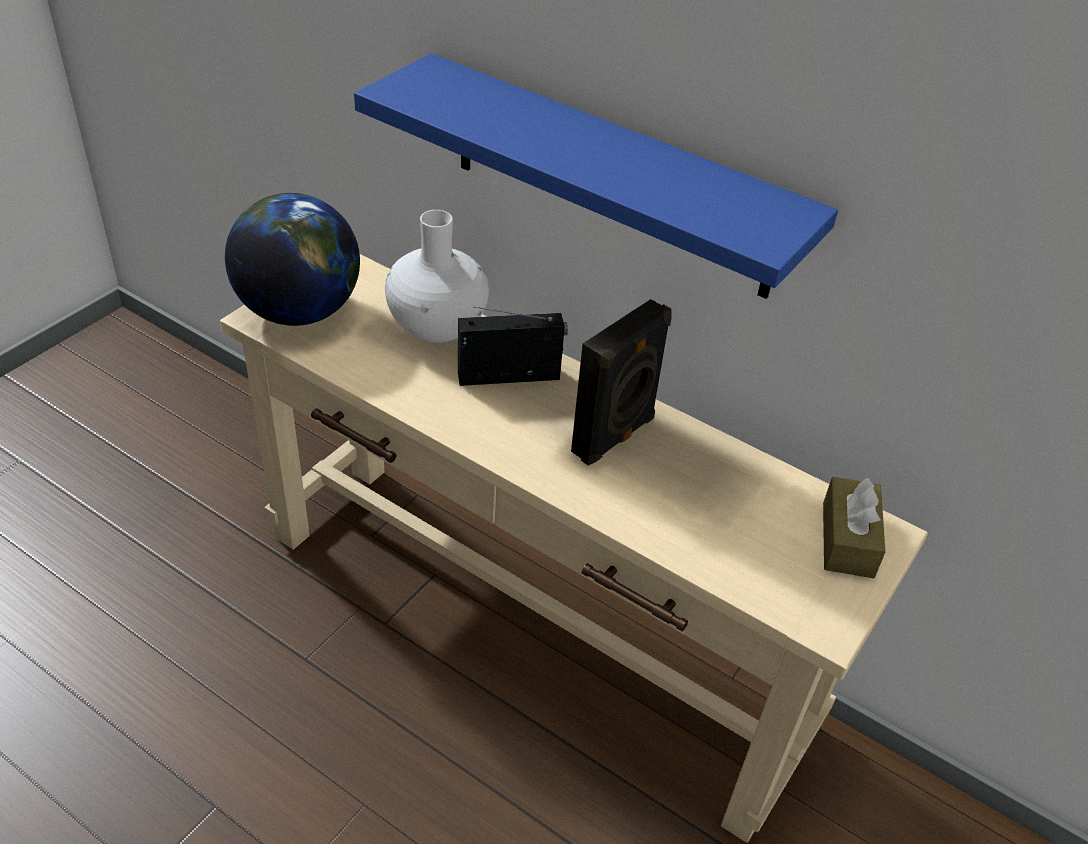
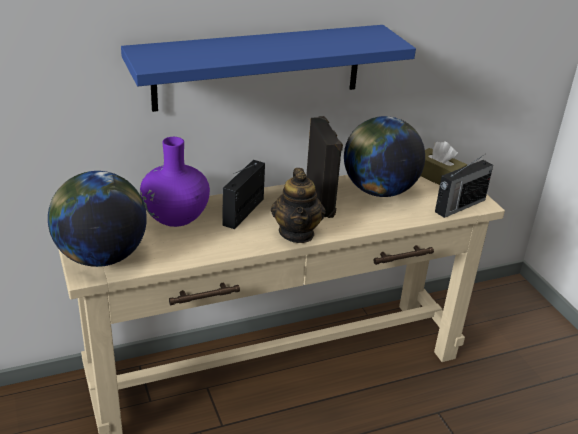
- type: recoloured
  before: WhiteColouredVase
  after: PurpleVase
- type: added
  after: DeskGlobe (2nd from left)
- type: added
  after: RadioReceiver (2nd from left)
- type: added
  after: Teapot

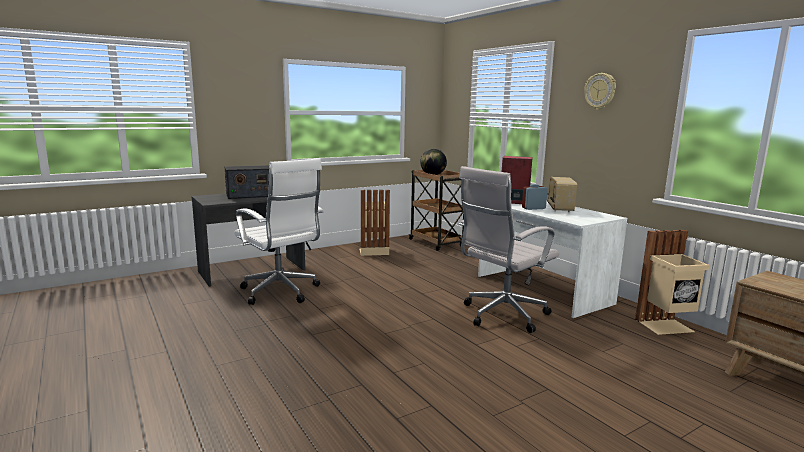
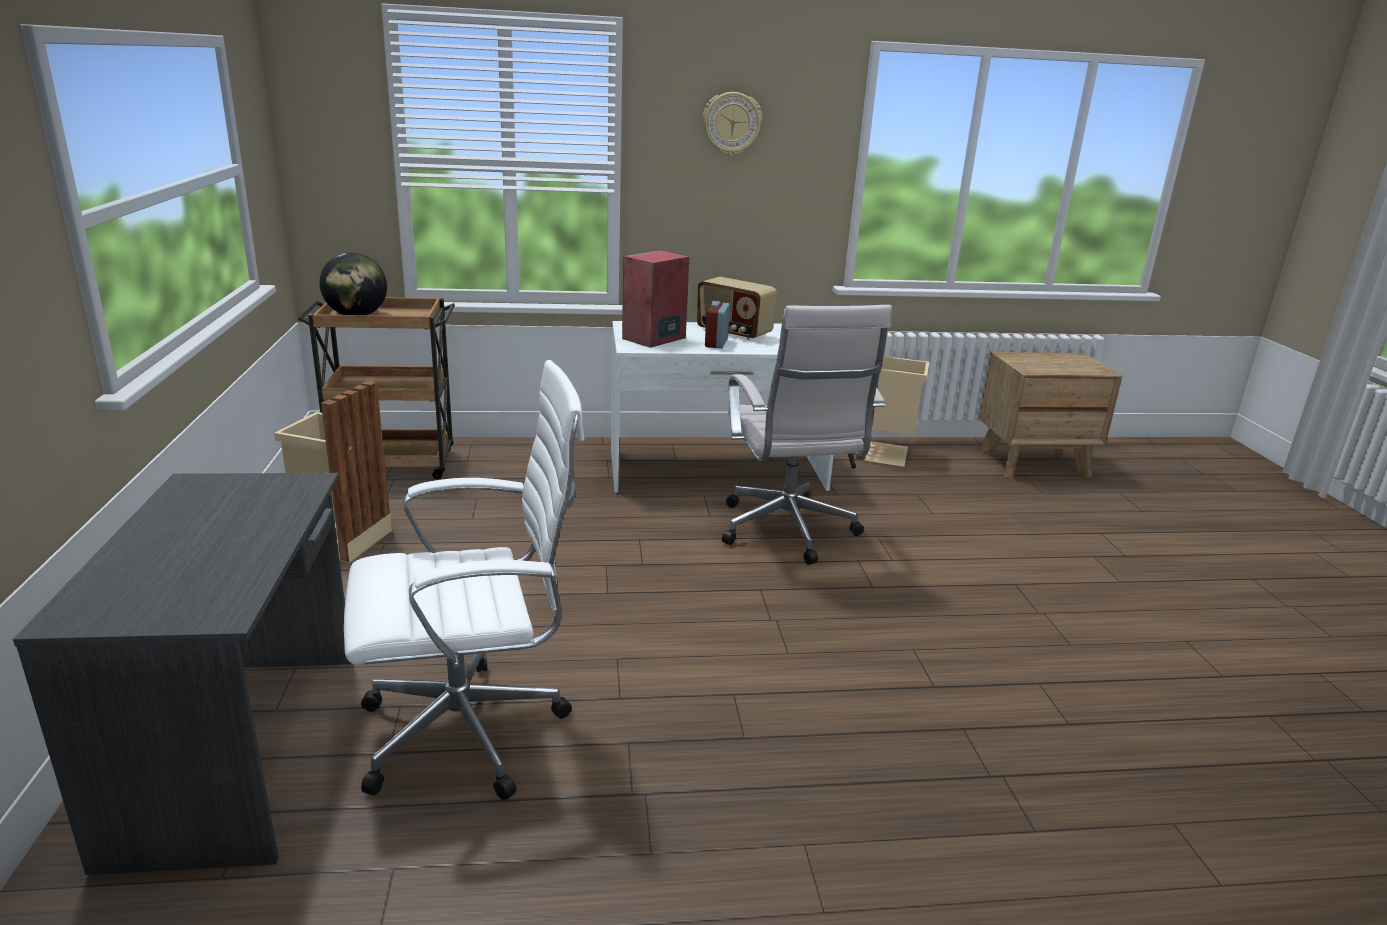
- type: removed
  before: RadioReceiver (1st from left)

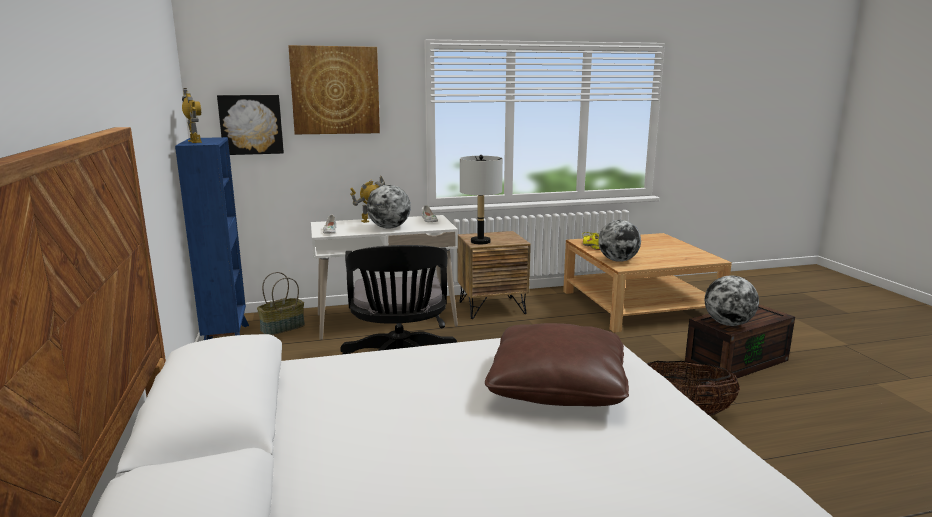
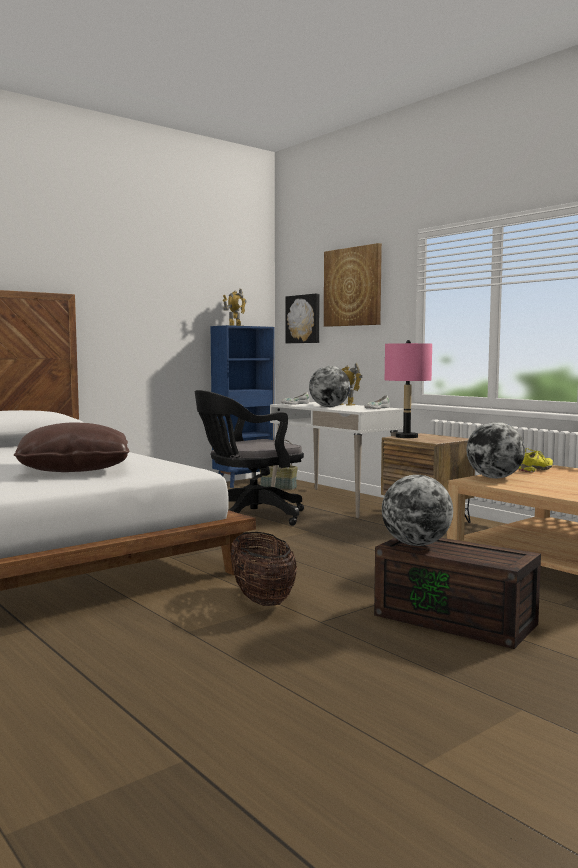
- type: recoloured
  before: GrayTabletopLamp
  after: PinkColouredTabletopLamp

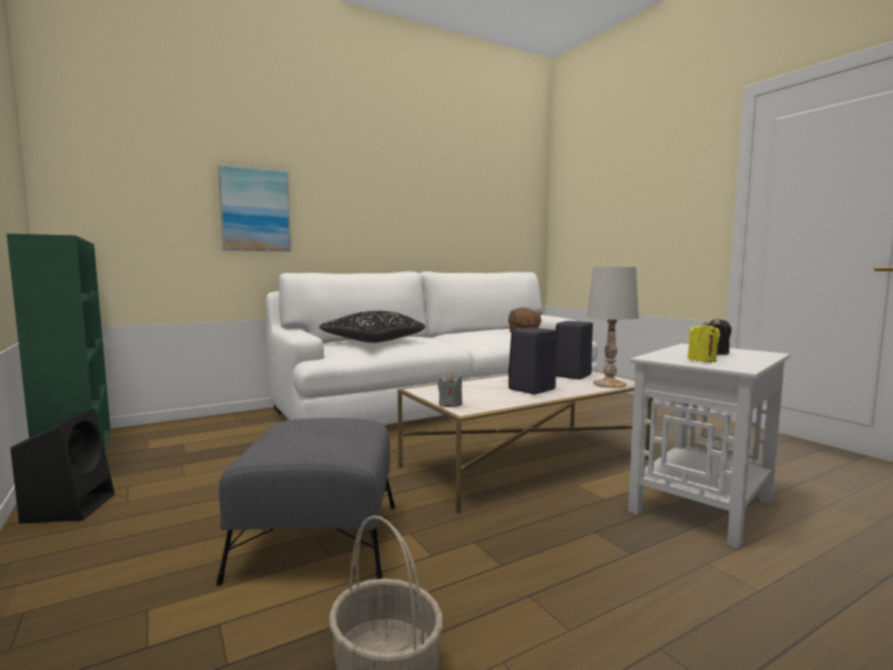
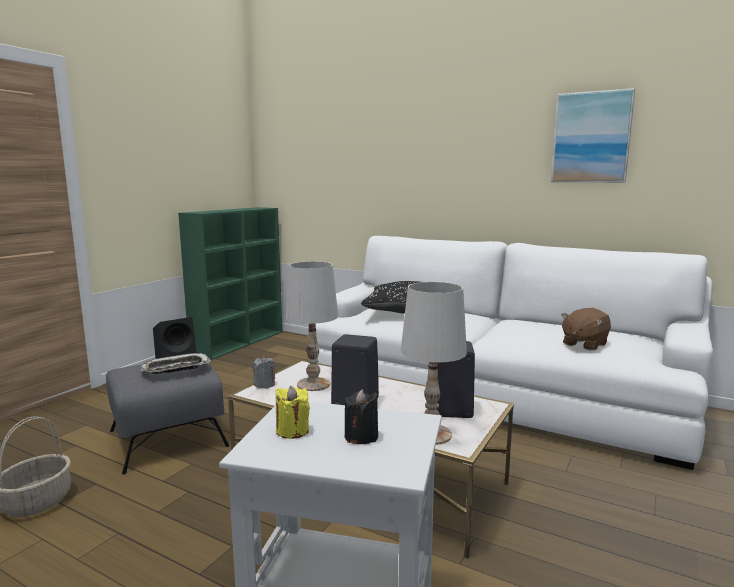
- type: moved
  before: WallPicture
- type: added
  after: WhiteColouredTabletopLamp (1st from left)
- type: added
  after: Tray

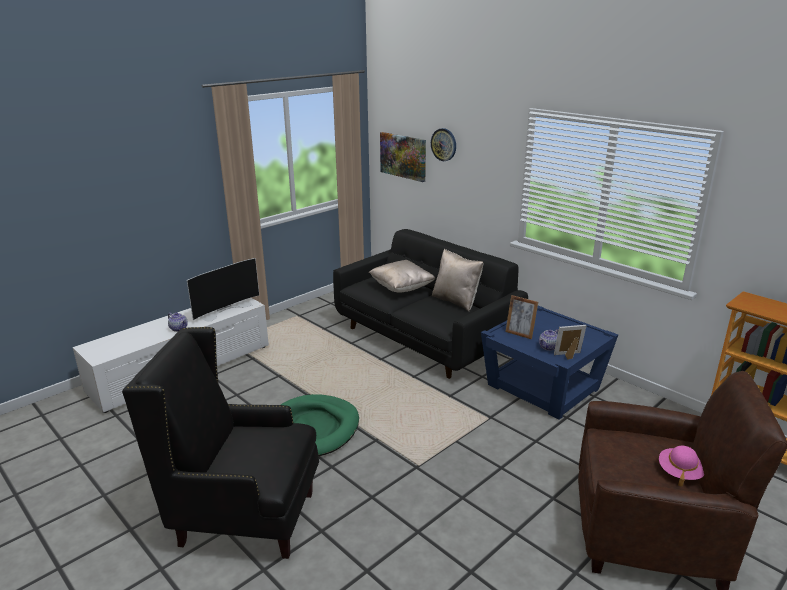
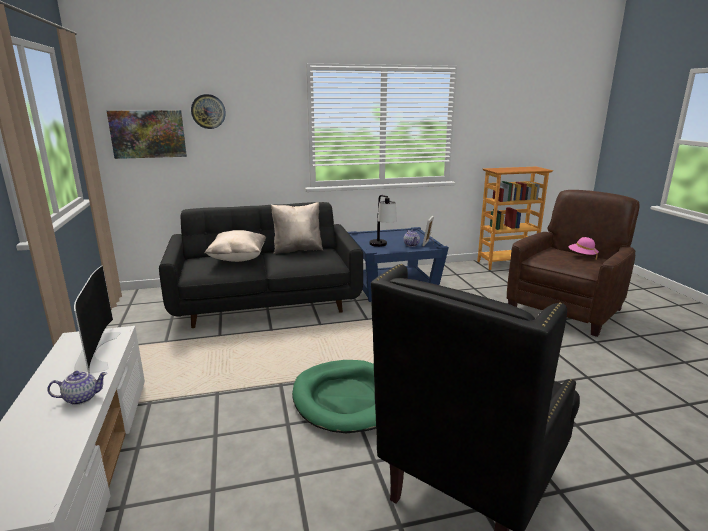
- type: replaced
  before: PhotoFrame (1st from left)
  after: TabletopLamp

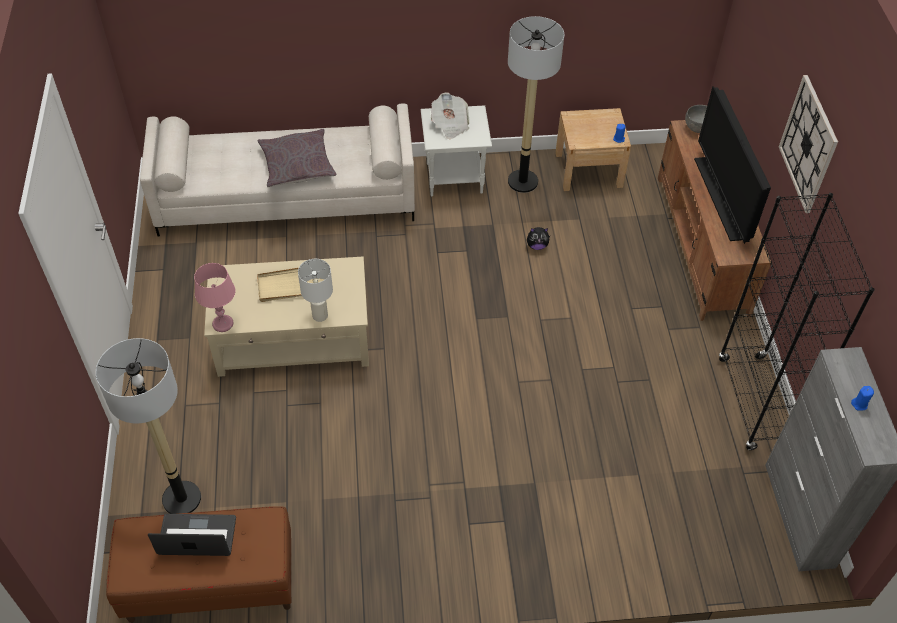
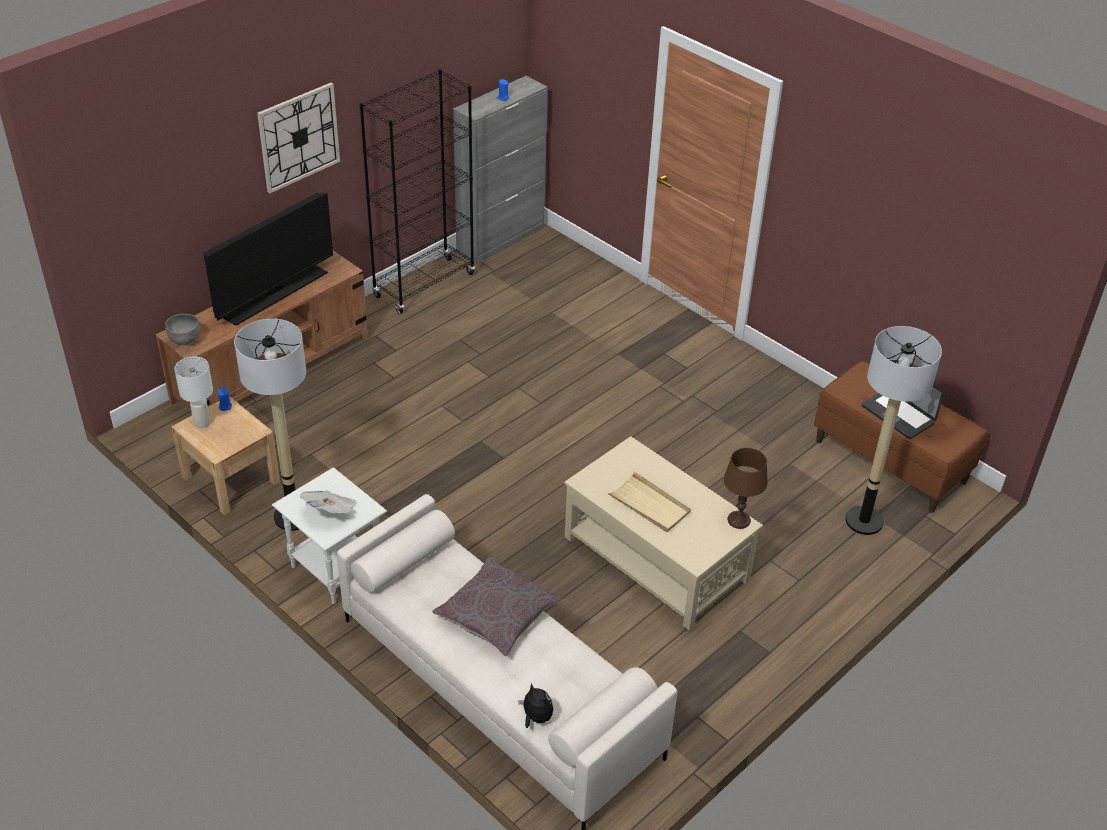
- type: moved
  before: PlushToy
- type: moved
  before: WhiteColouredTabletopLamp
- type: recoloured
  before: PinkColouredTabletopLamp
  after: BrownColouredTabletopLamp

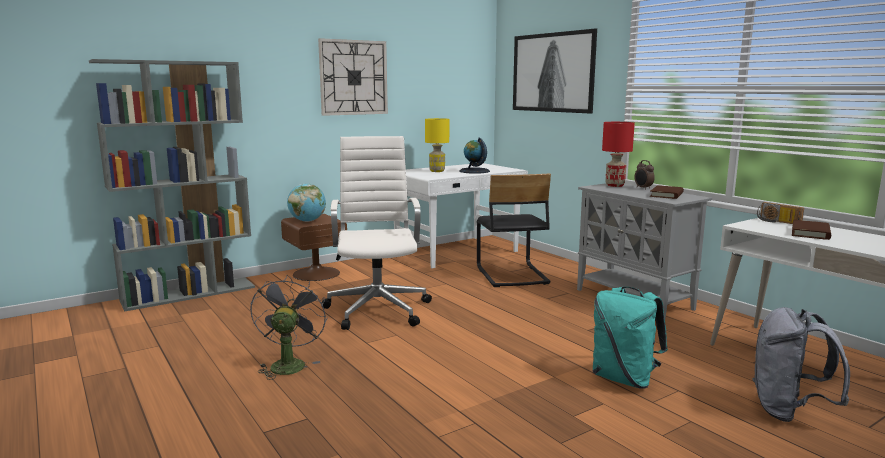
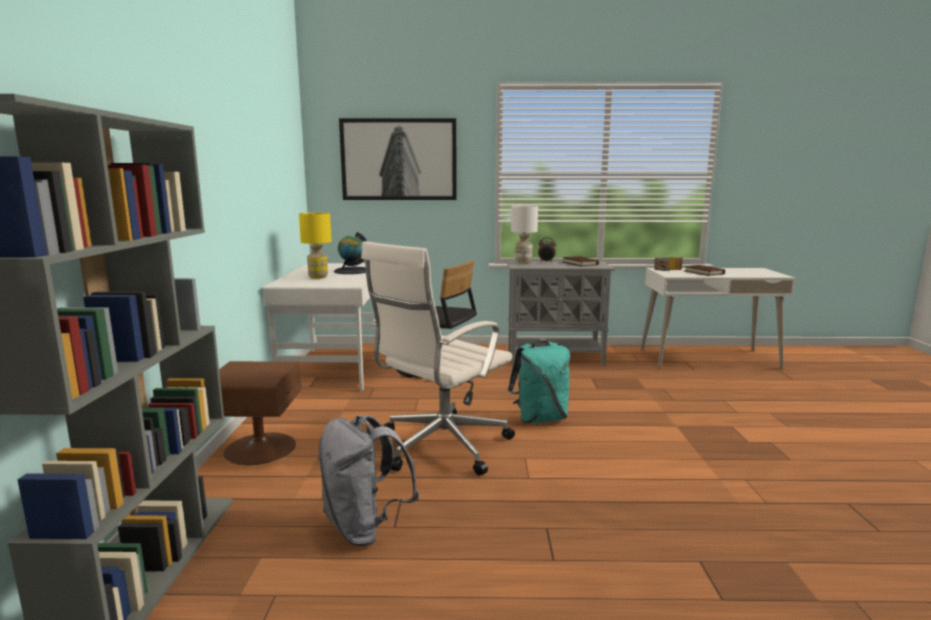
- type: removed
  before: ClockOnTheWall
- type: recoloured
  before: ReddishTabletopLamp
  after: WhiteColouredTabletopLamp
- type: turned
  before: WhiteColouredOfficeChair
  turn: -75
- type: removed
  before: DeskGlobe (1st from left)
- type: removed
  before: GrayElectricFan
- type: moved
  before: TurquoiseBackpack
- type: moved
  before: GrayBackpack

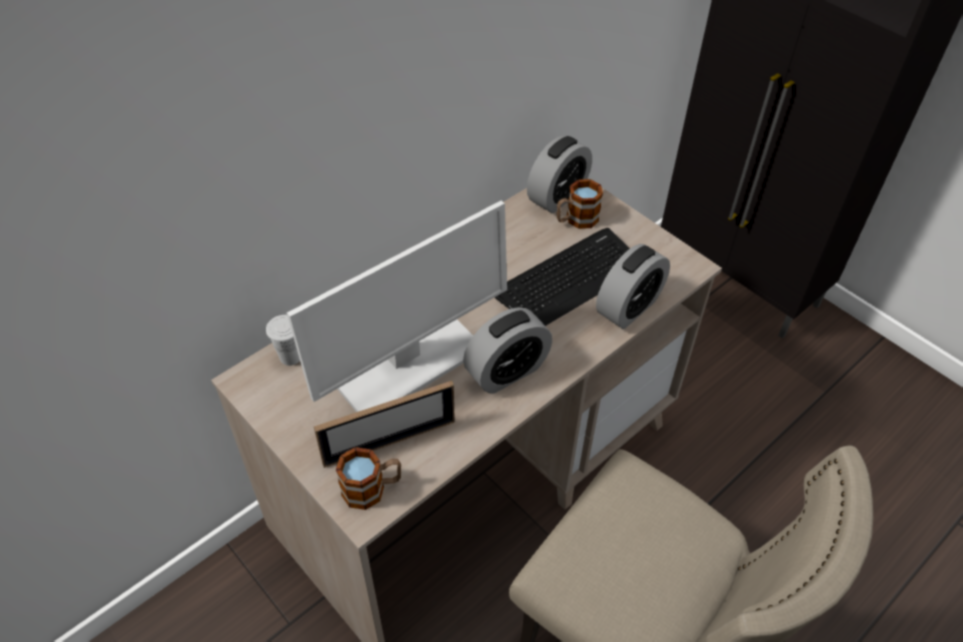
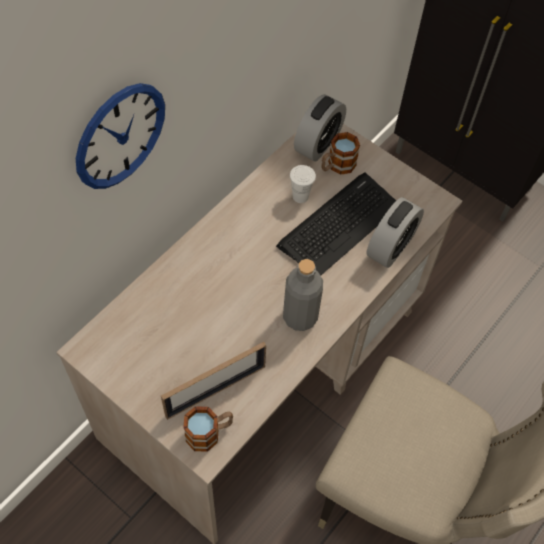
- type: removed
  before: ComputerScreen
- type: replaced
  before: AlarmClock (1st from left)
  after: GrayBottle
- type: moved
  before: WhiteColouredDrinkingCup
- type: added
  after: ClockOnTheWall

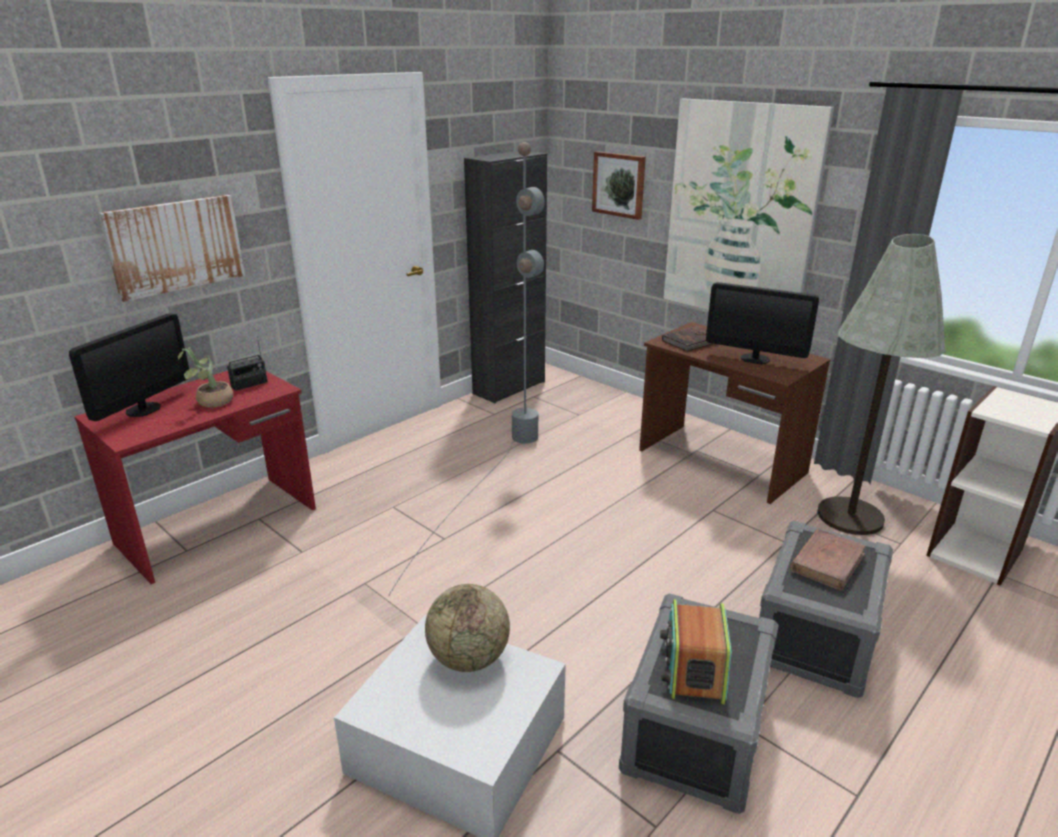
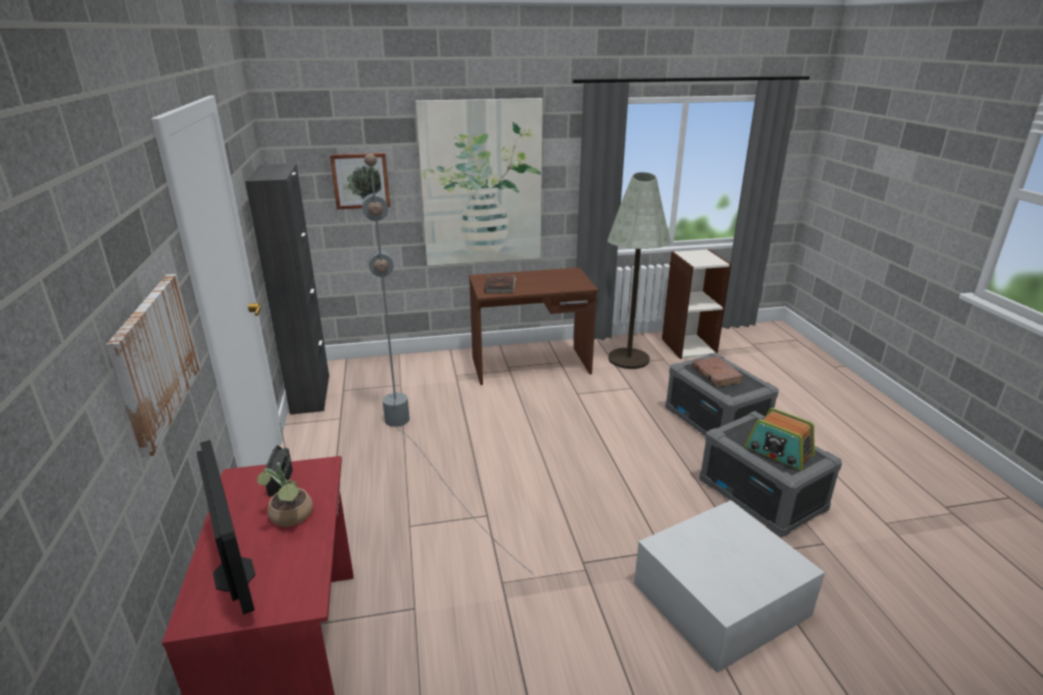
- type: removed
  before: ComputerScreen (2nd from left)
- type: removed
  before: DeskGlobe

